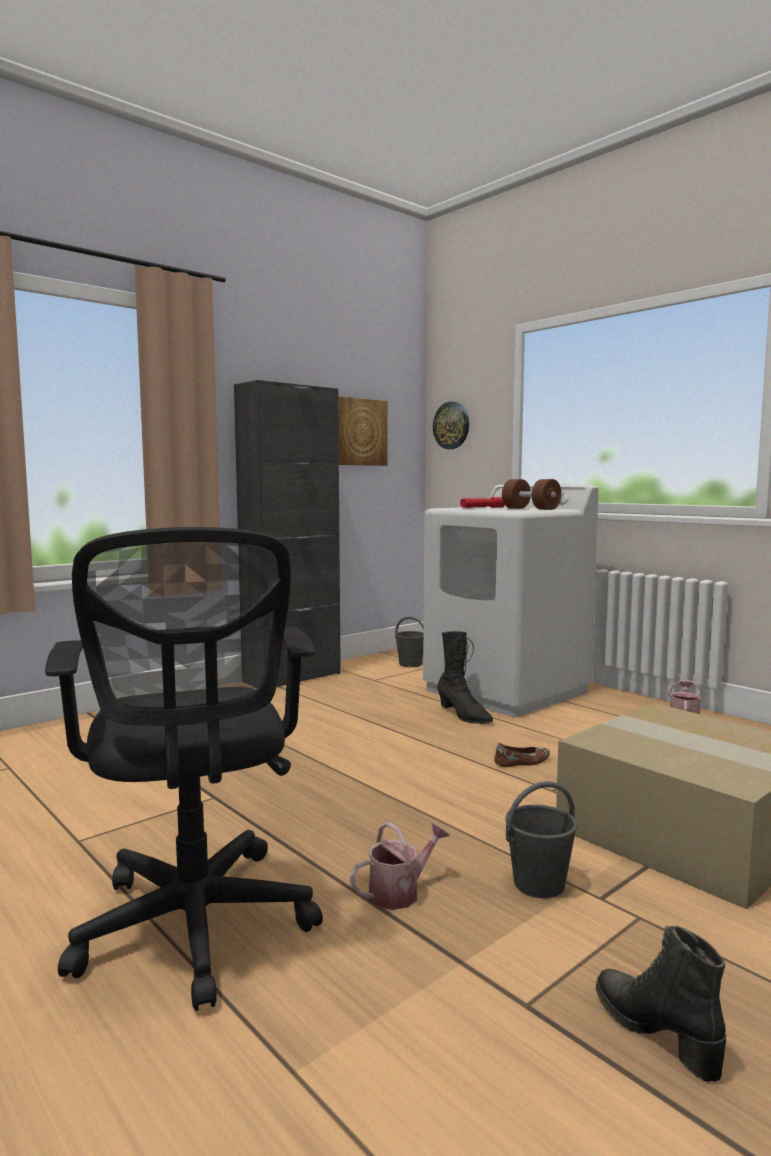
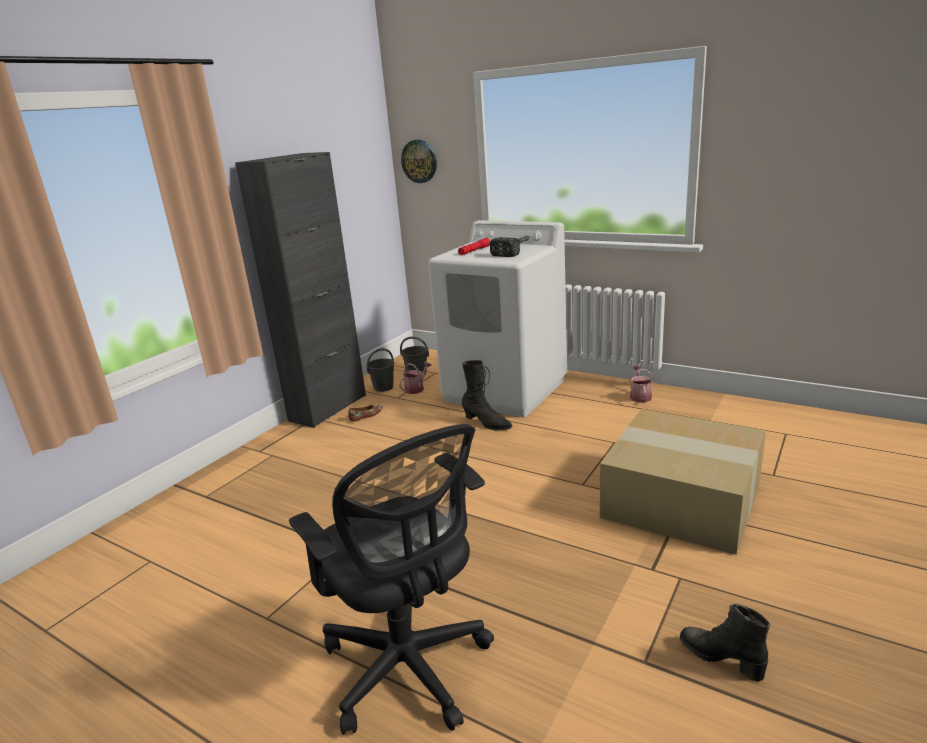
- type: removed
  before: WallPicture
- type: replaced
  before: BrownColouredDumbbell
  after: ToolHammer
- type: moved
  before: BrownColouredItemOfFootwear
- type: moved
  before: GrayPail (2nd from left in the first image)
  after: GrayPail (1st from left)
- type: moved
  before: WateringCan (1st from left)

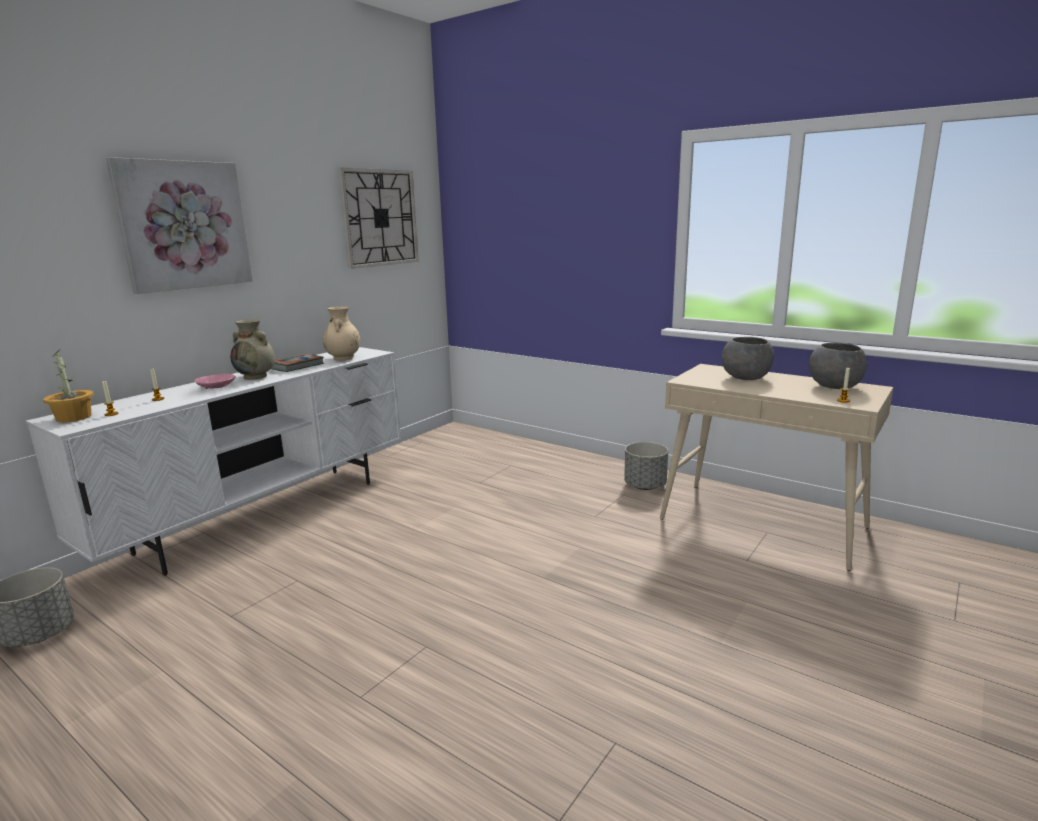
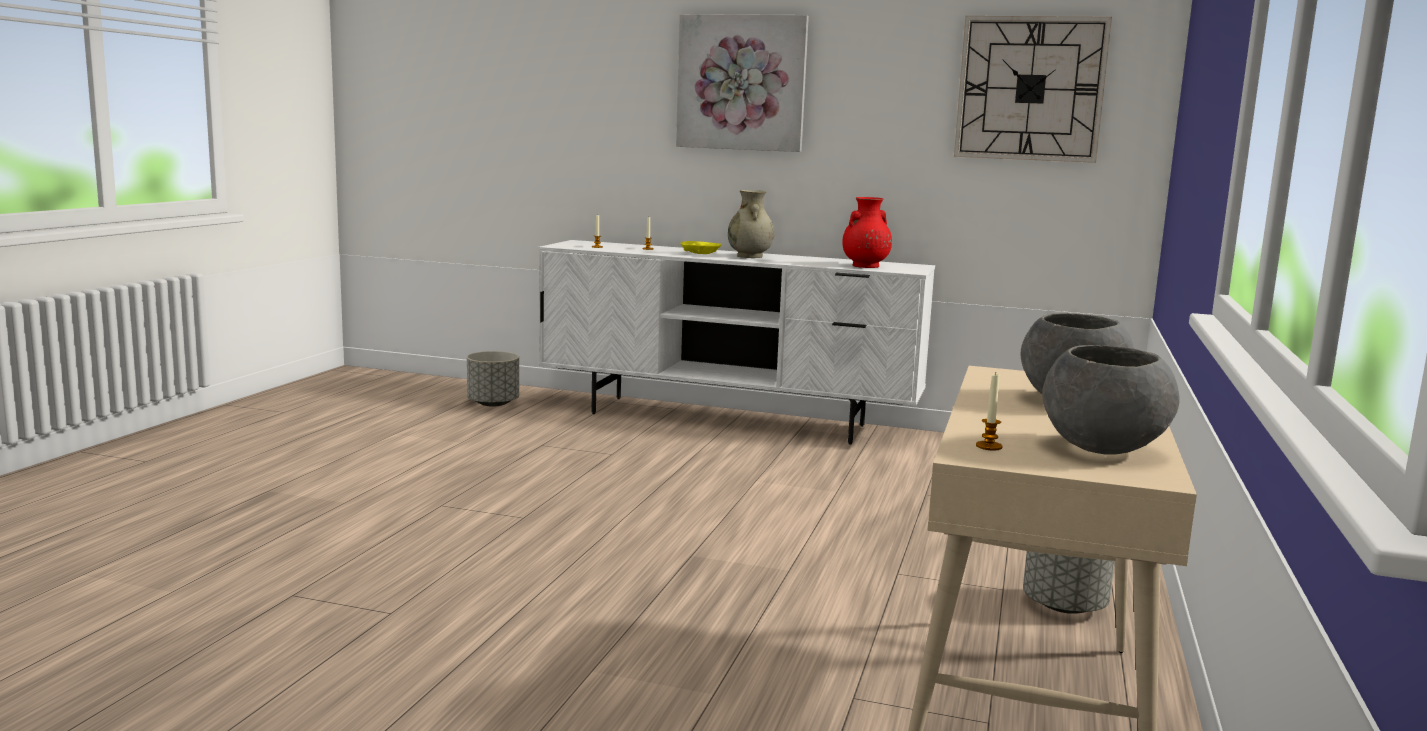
- type: recoloured
  before: BeigeColouredVase (2nd from left)
  after: ReddishVase
- type: removed
  before: Houseplant
- type: removed
  before: Book
- type: recoloured
  before: PinkColouredBowl
  after: YellowColouredBowl

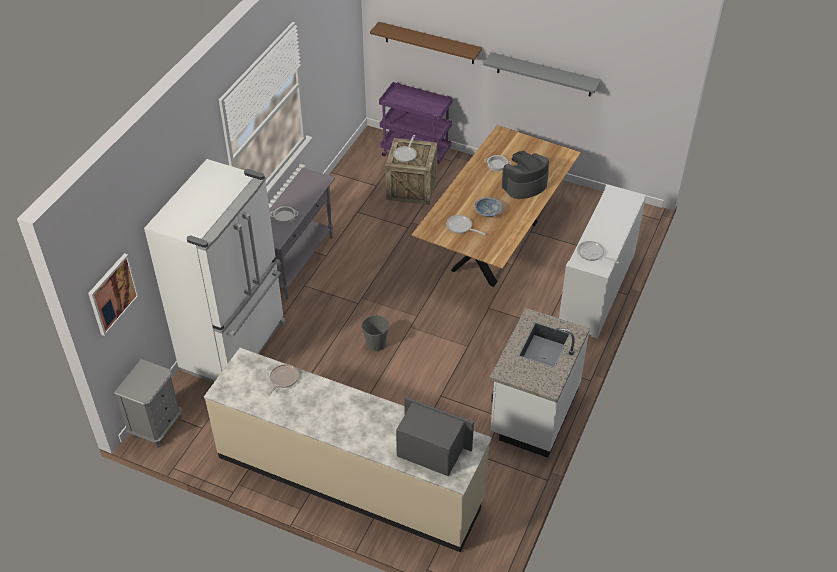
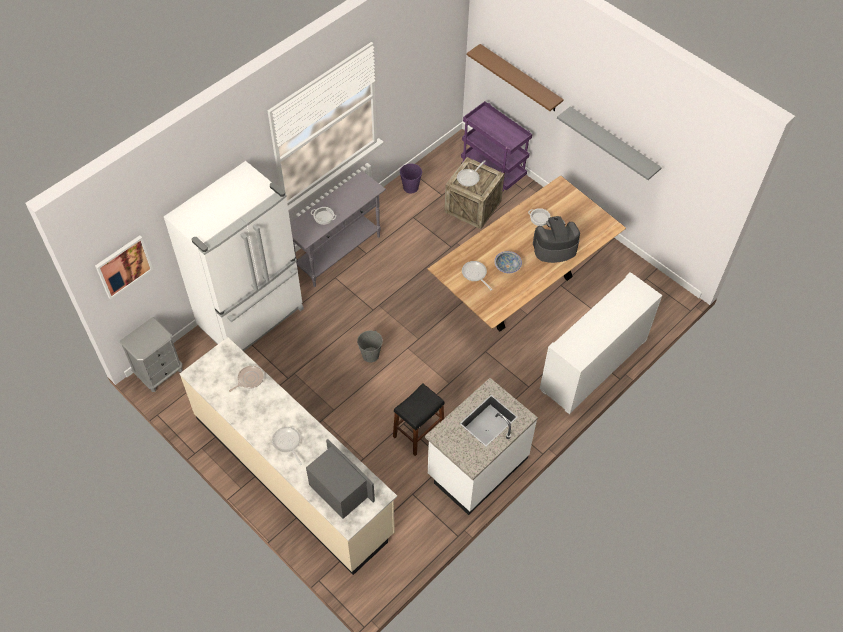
- type: moved
  before: Skillet (4th from left in the first image)
  after: Skillet (2nd from left)
- type: added
  after: PurplePail
- type: added
  after: BlackStool

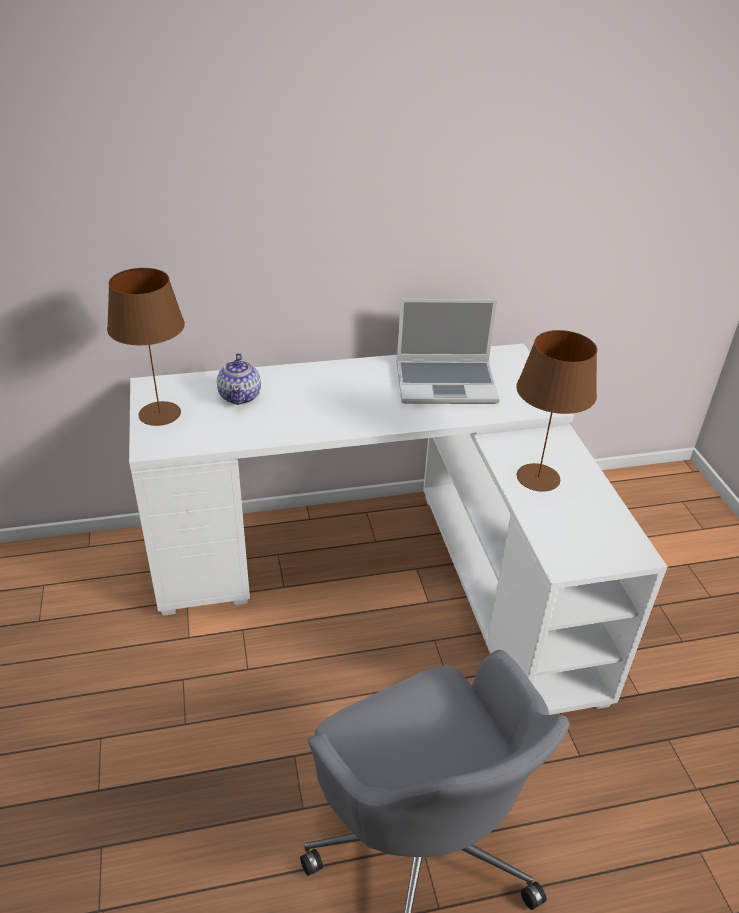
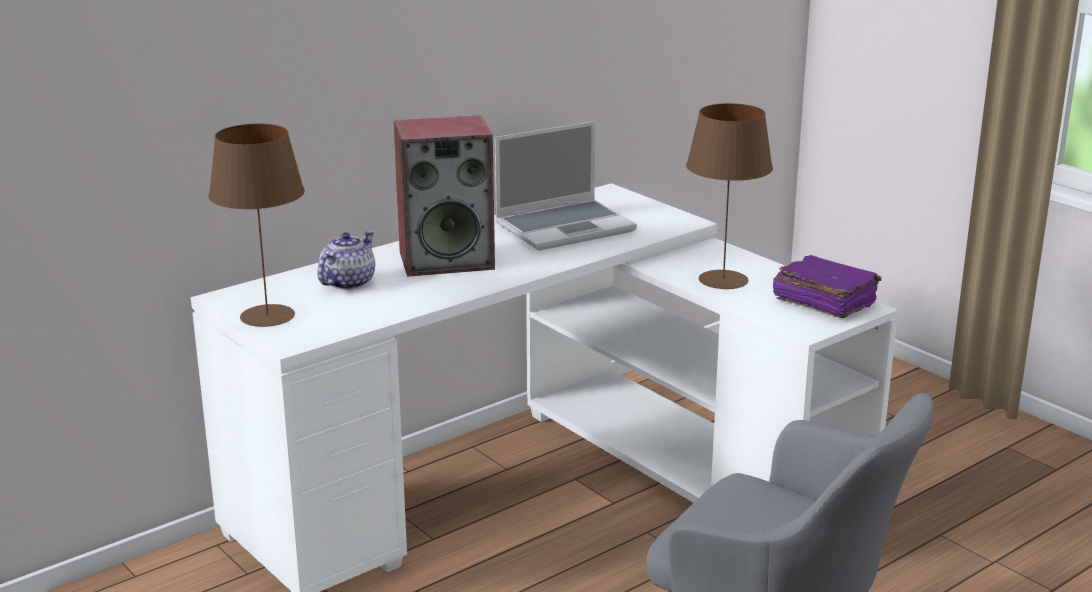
- type: turned
  before: Teapot
  turn: -120
- type: added
  after: Loudspeaker
- type: added
  after: PurpleBook

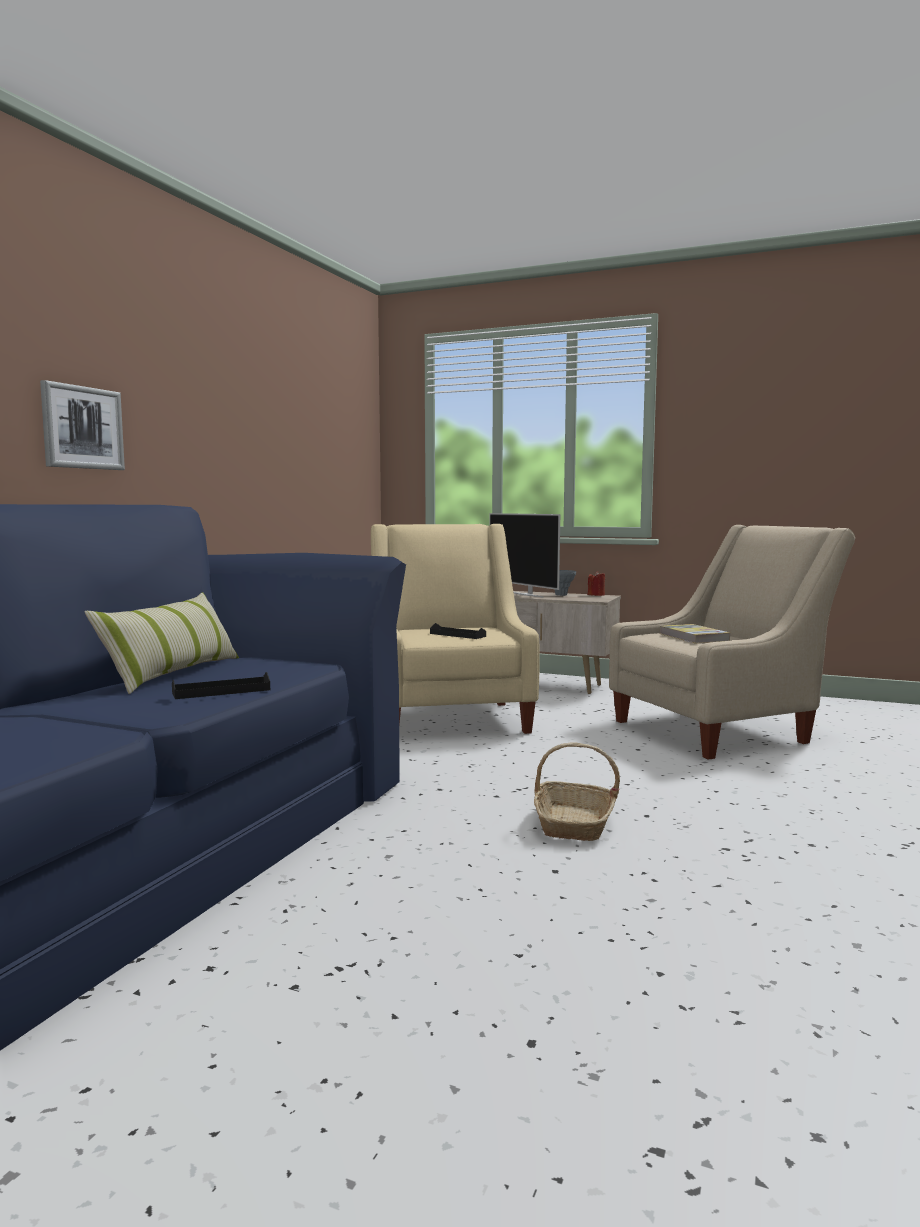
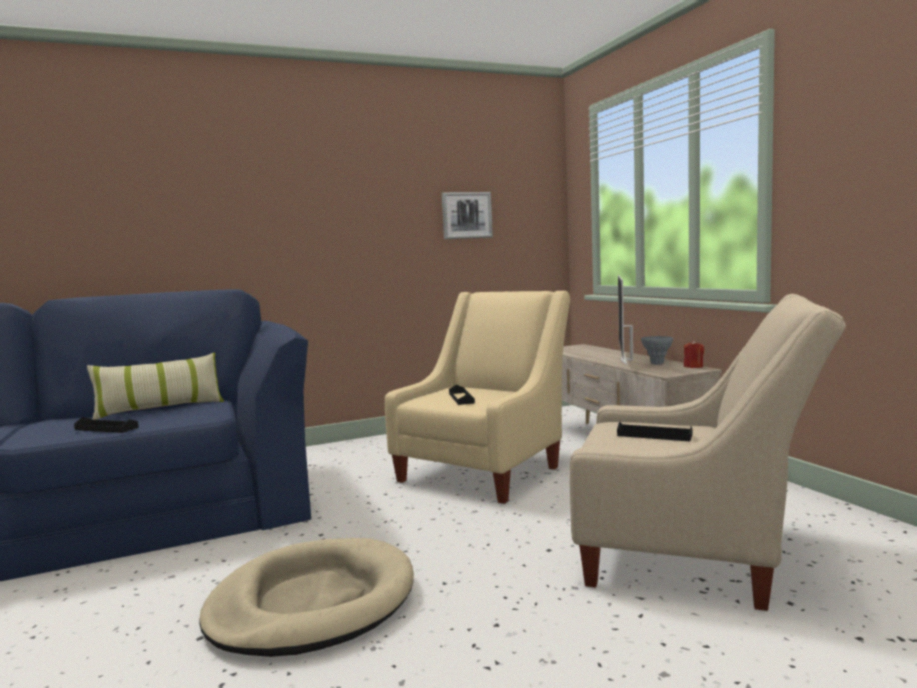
- type: moved
  before: WallPicture
- type: replaced
  before: Book
  after: BlackTray (3rd from left)
- type: replaced
  before: StorageBasket
  after: BeigeColouredPetBed

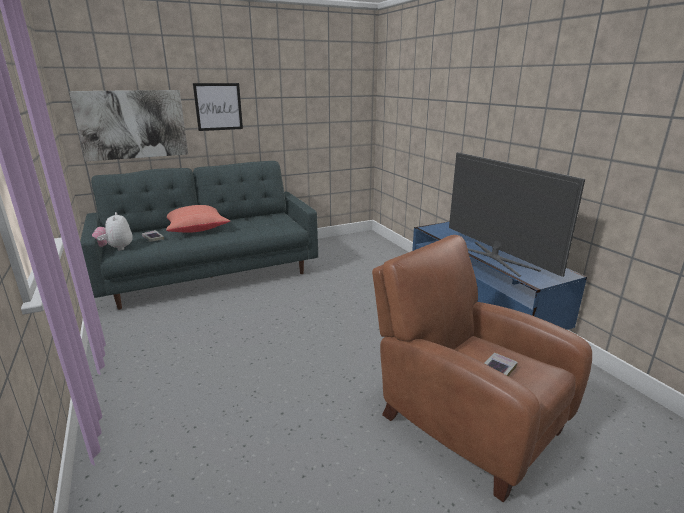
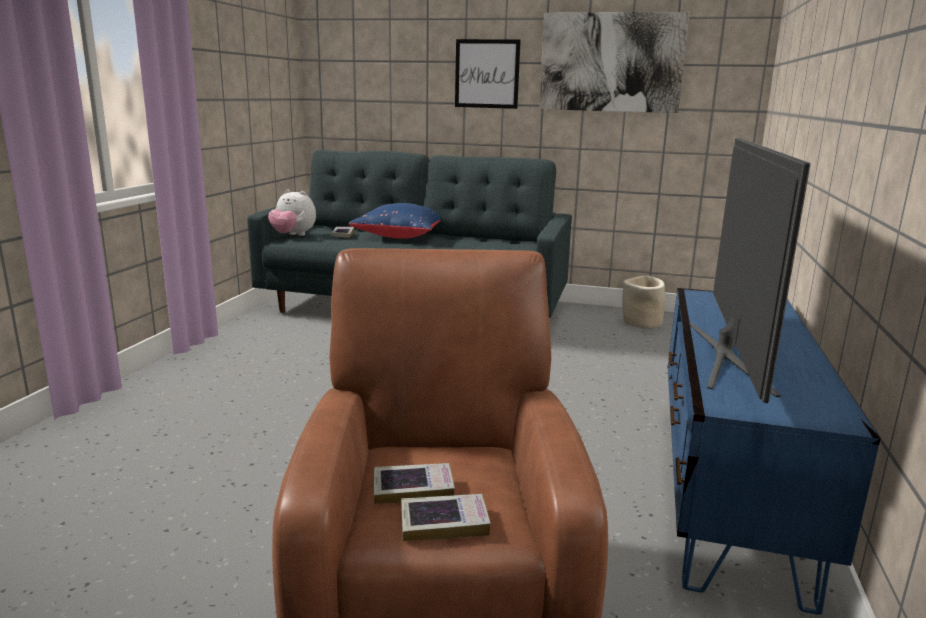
- type: moved
  before: WallPicture (1st from left in the first image)
  after: WallPicture (2nd from left)
- type: recoloured
  before: ReddishThrowPillow
  after: BluishThrowPillow
- type: turned
  before: PlushToy
  turn: -90
- type: added
  after: BeigeColouredPlantPot
- type: added
  after: Book (3rd from left)

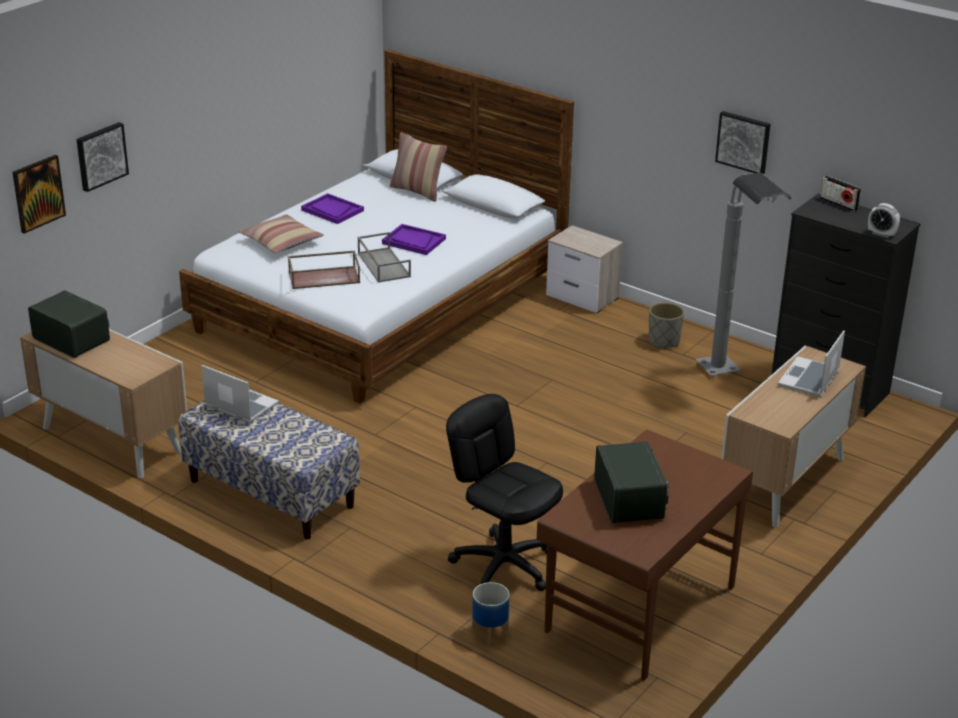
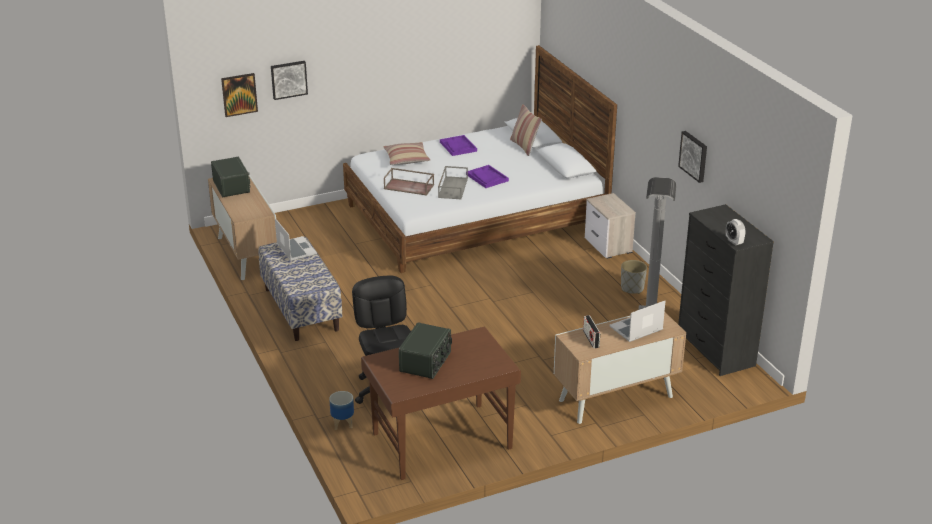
- type: moved
  before: RadioReceiver (3rd from left)

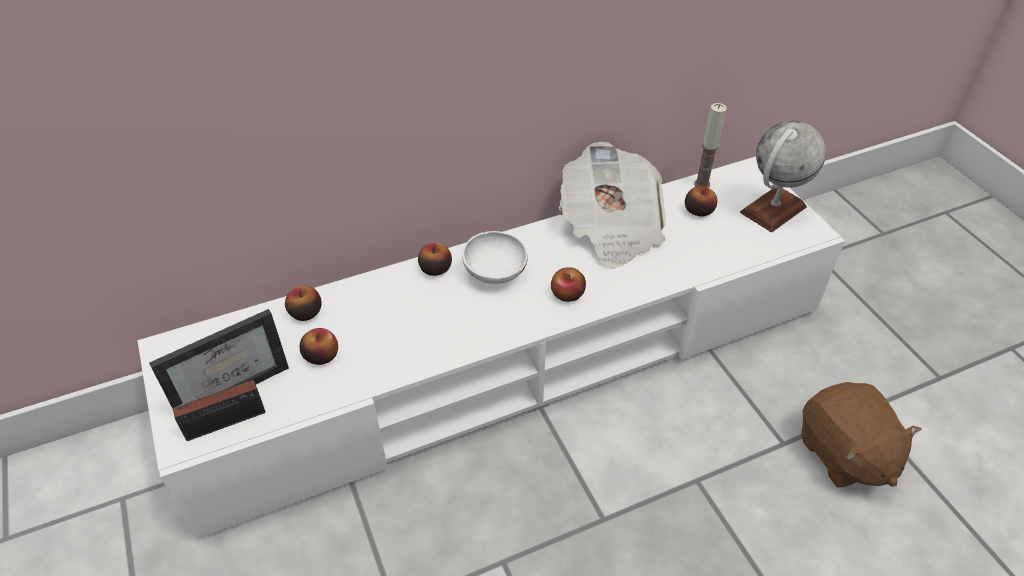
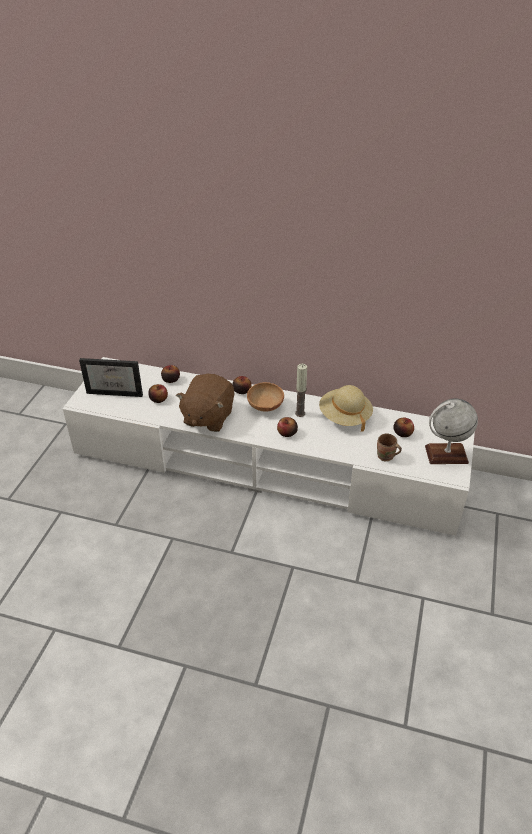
- type: moved
  before: WaxLight
- type: replaced
  before: Newspaper
  after: BeigeColouredWearableHat
- type: recoloured
  before: WhiteColouredBowl
  after: BrownColouredBowl
- type: removed
  before: RadioReceiver
- type: moved
  before: BrownColouredPlushToy
- type: added
  after: BrownColouredCoffeeMug

